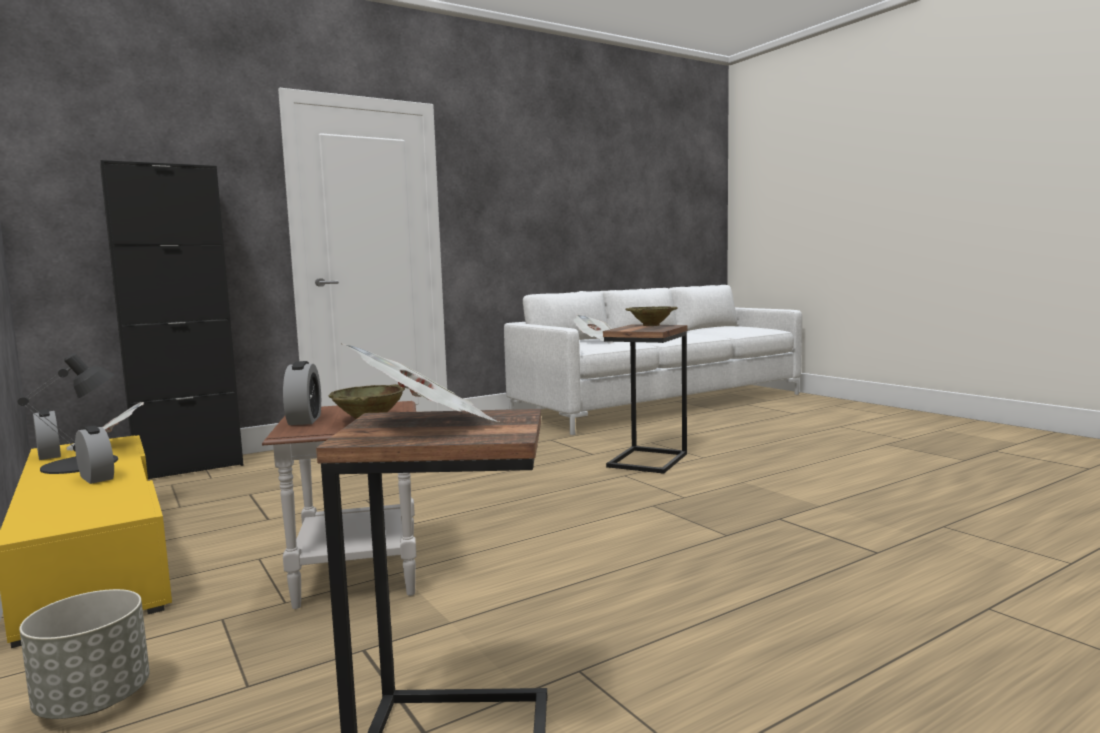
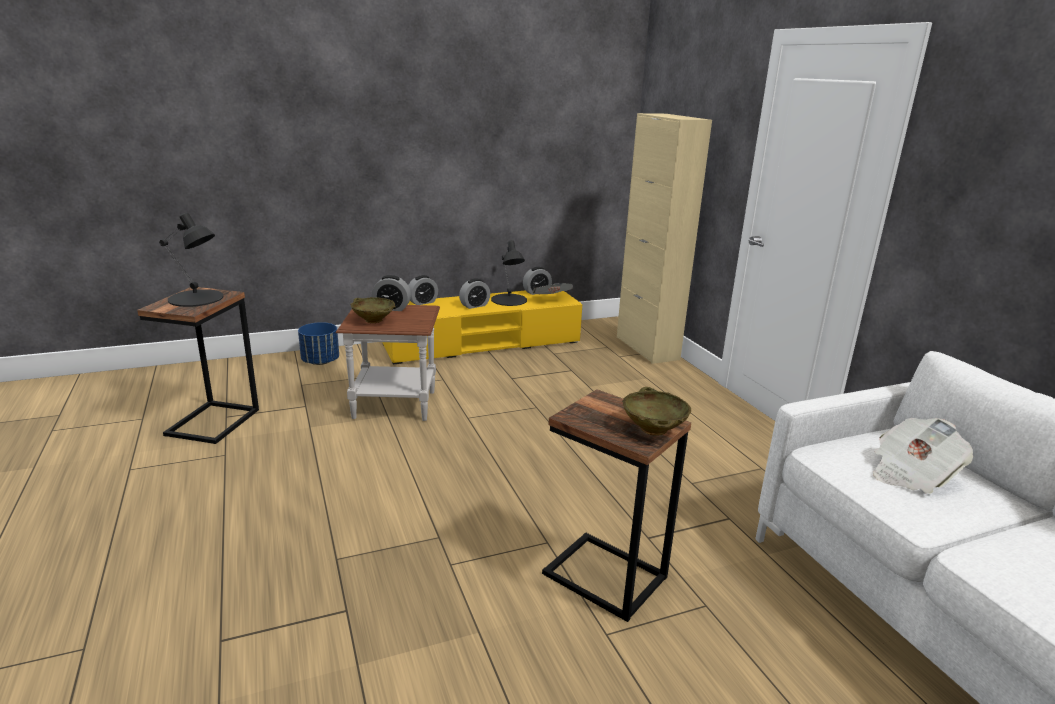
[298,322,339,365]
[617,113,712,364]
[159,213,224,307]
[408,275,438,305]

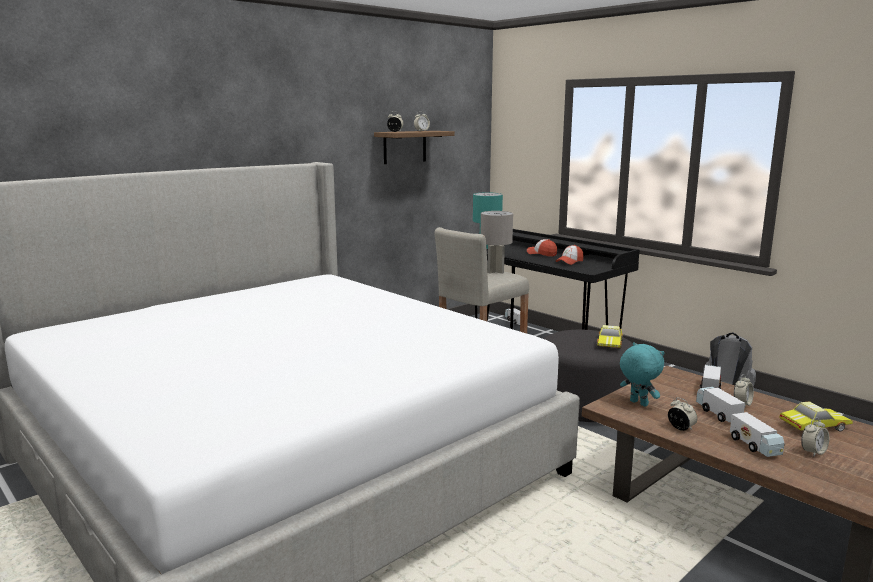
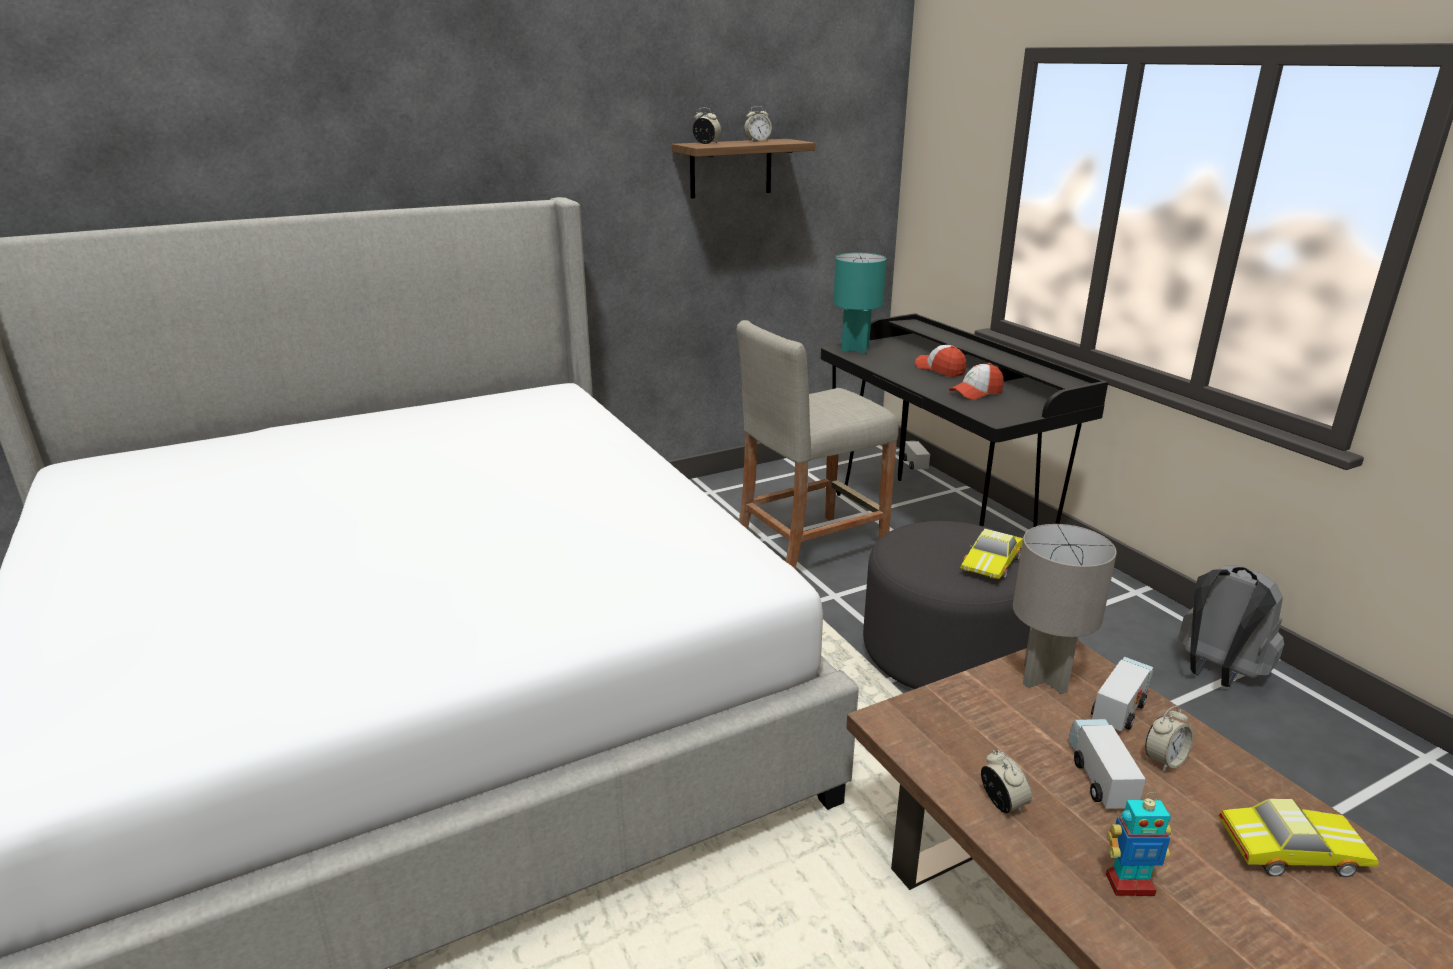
[1013,524,1117,694]
[620,342,665,407] (first image)
[1106,792,1171,896]
[801,417,829,457] (first image)

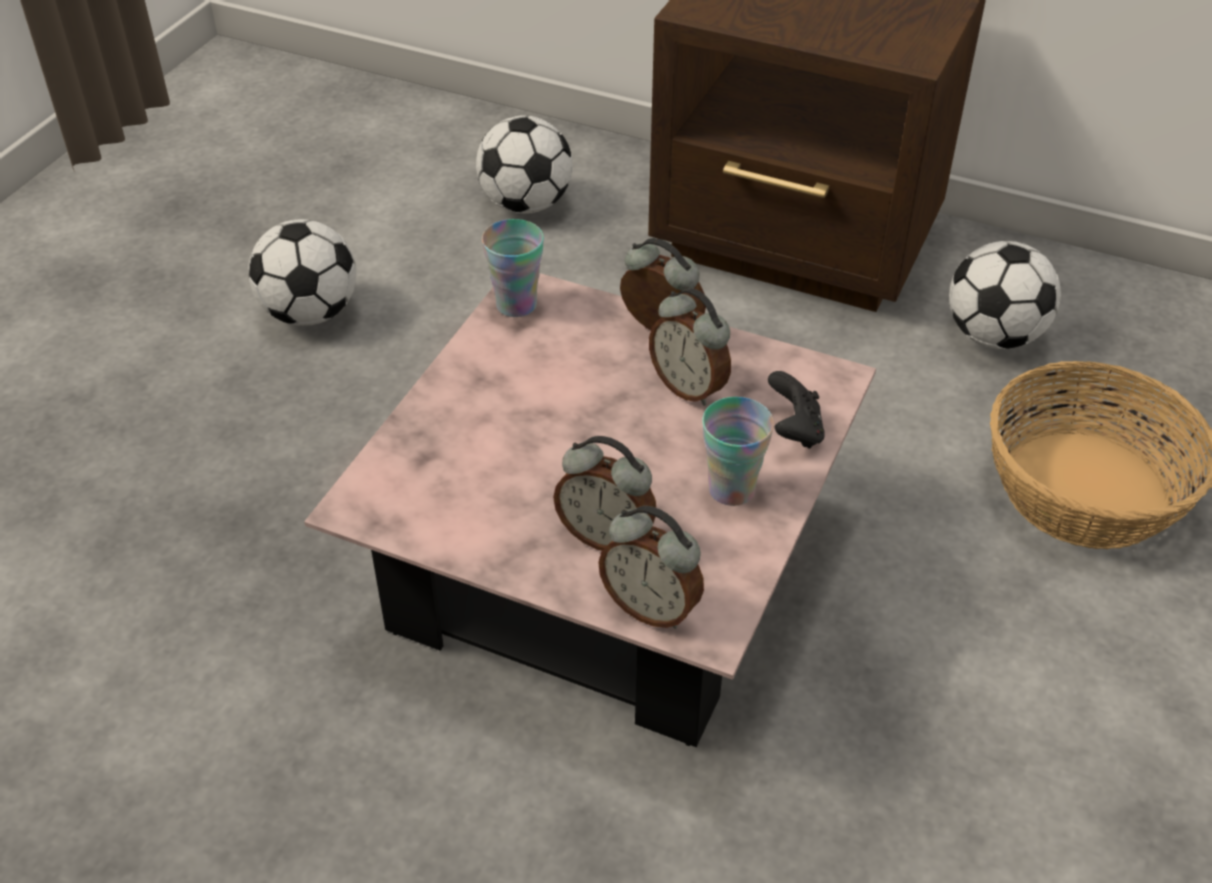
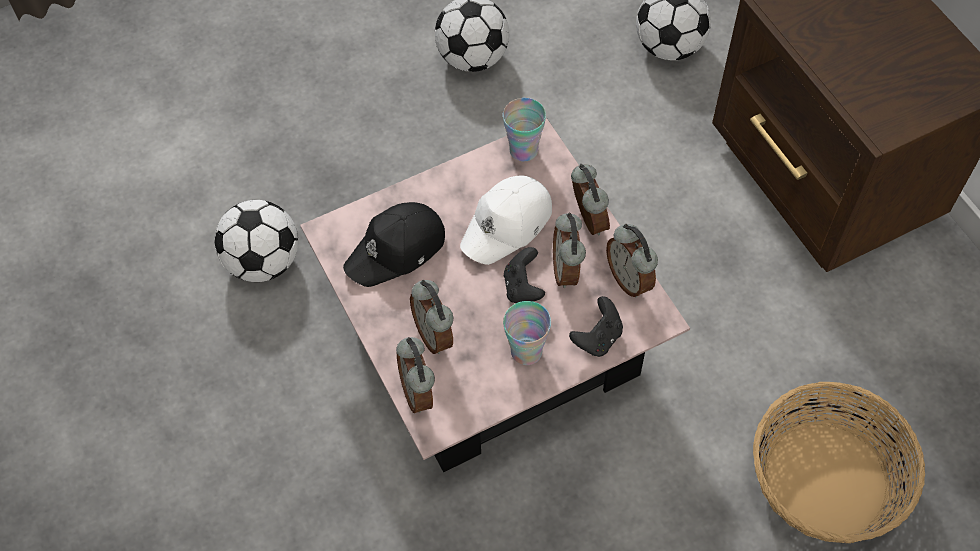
[214,200,298,282]
[343,202,445,287]
[460,176,552,265]
[504,247,545,303]
[606,224,658,297]

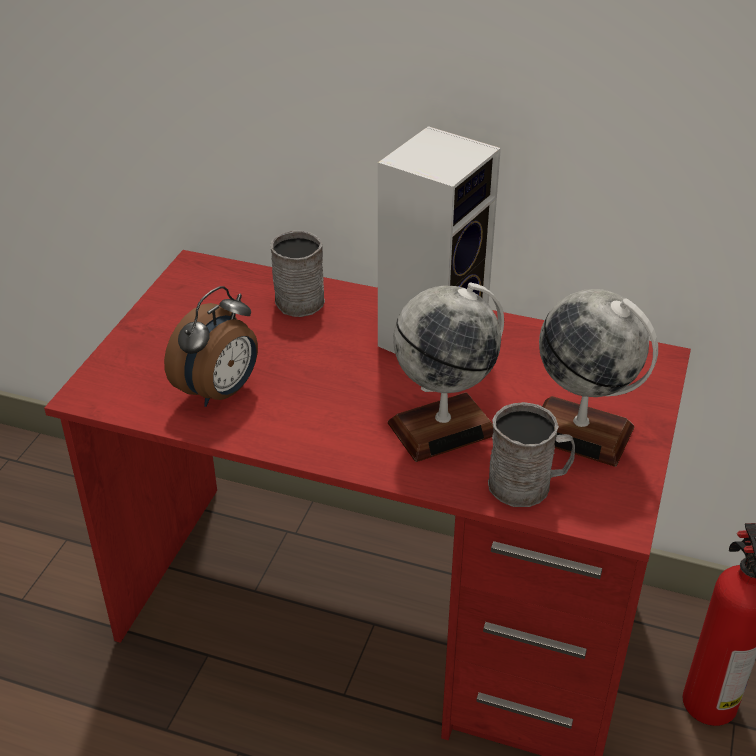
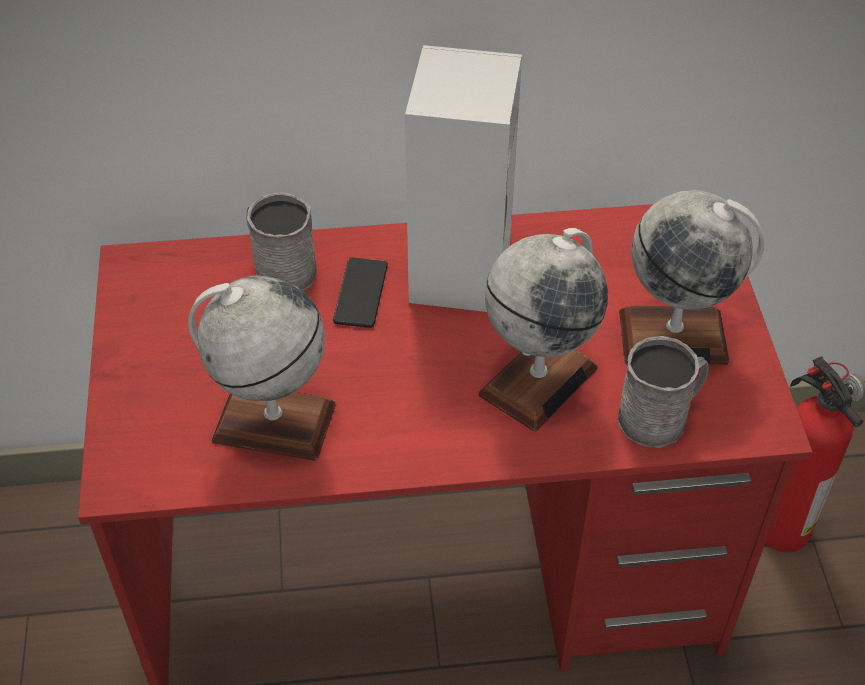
[188,275,336,461]
[333,258,388,328]

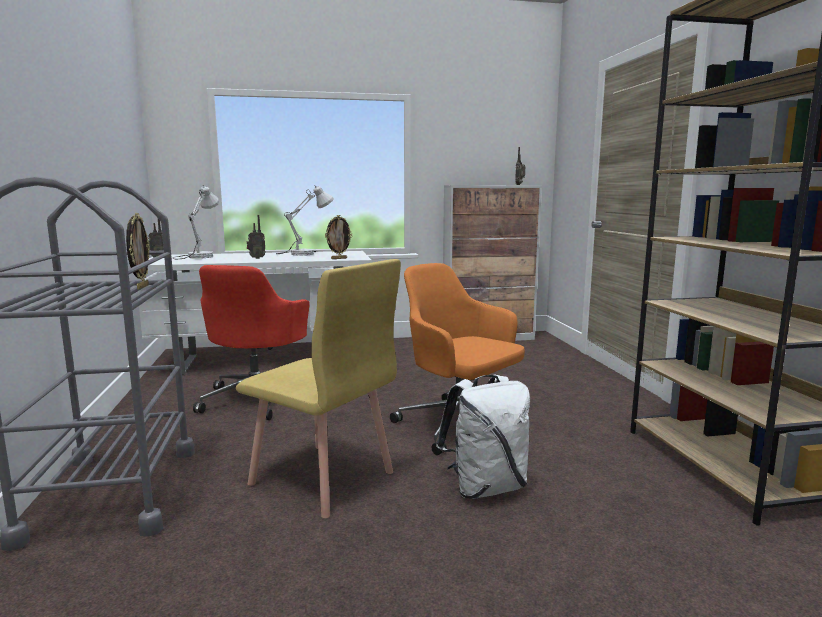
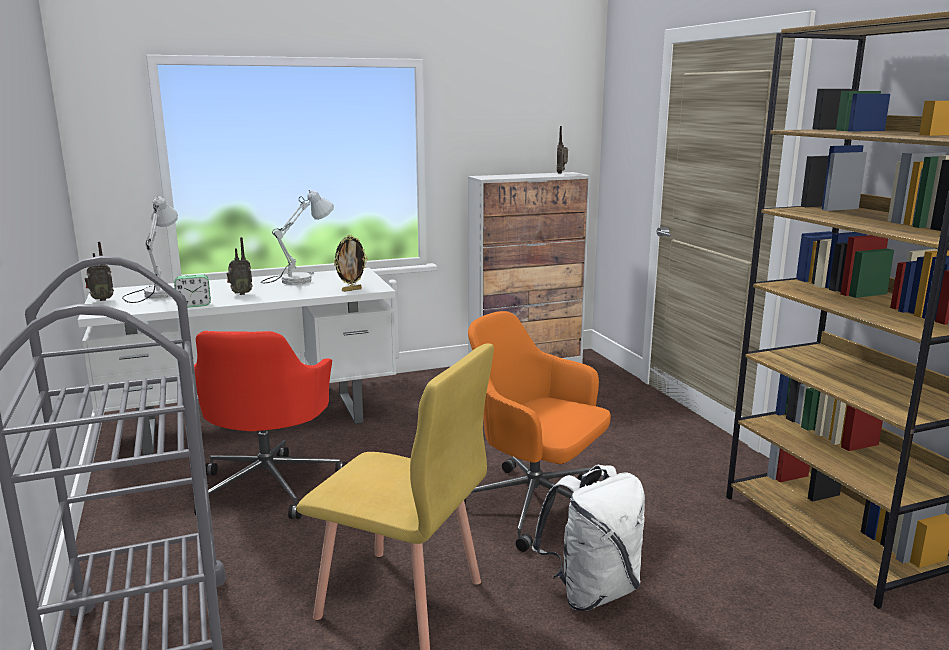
[126,213,150,289] (first image)
[174,274,211,308]

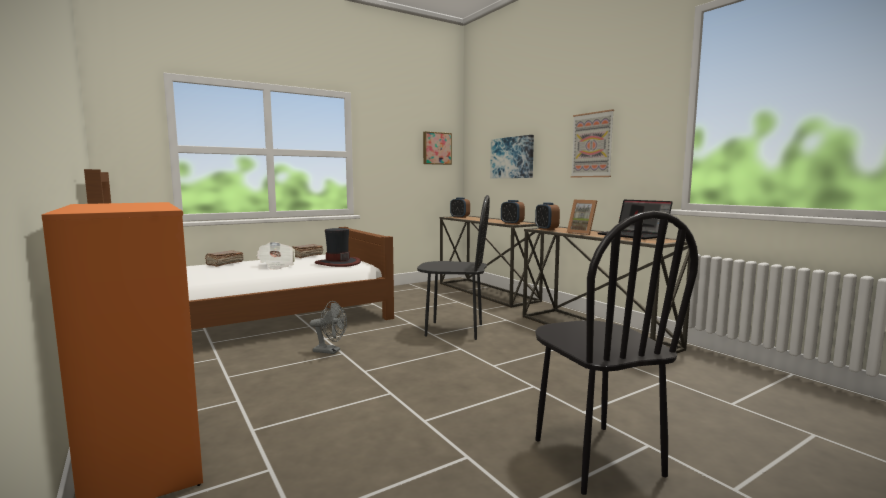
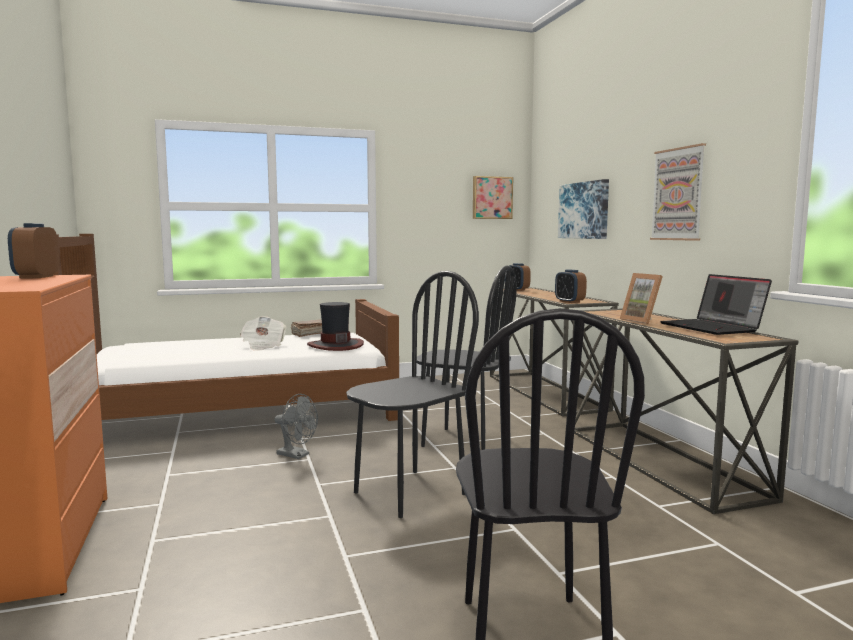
[205,250,243,267] (first image)
[8,223,60,278]
[346,271,479,518]

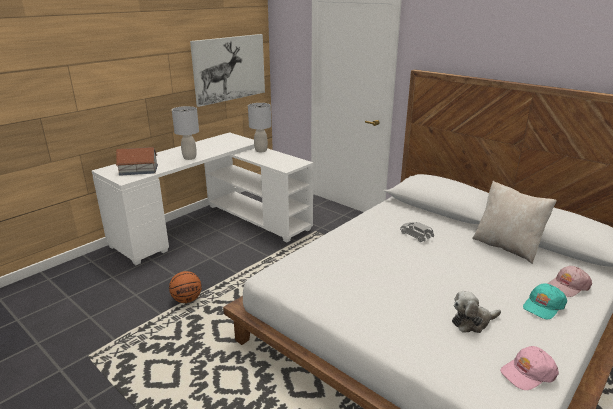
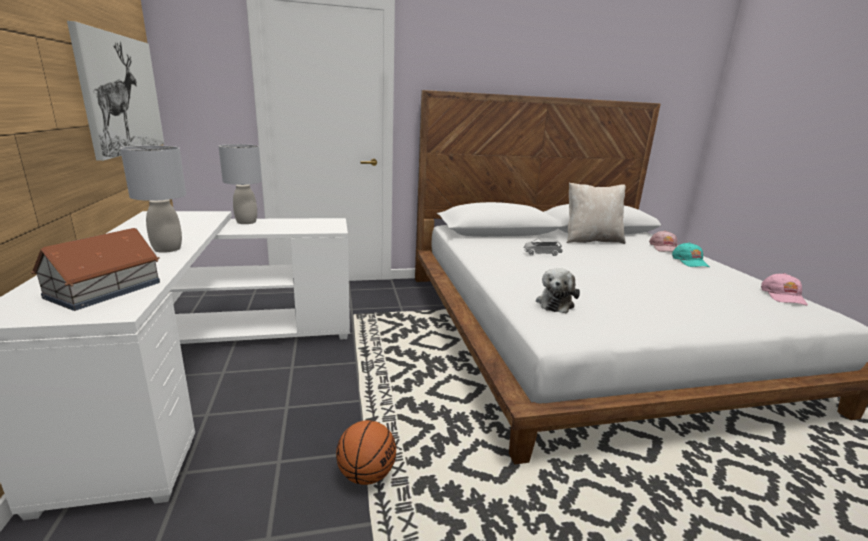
[536,268,580,313]

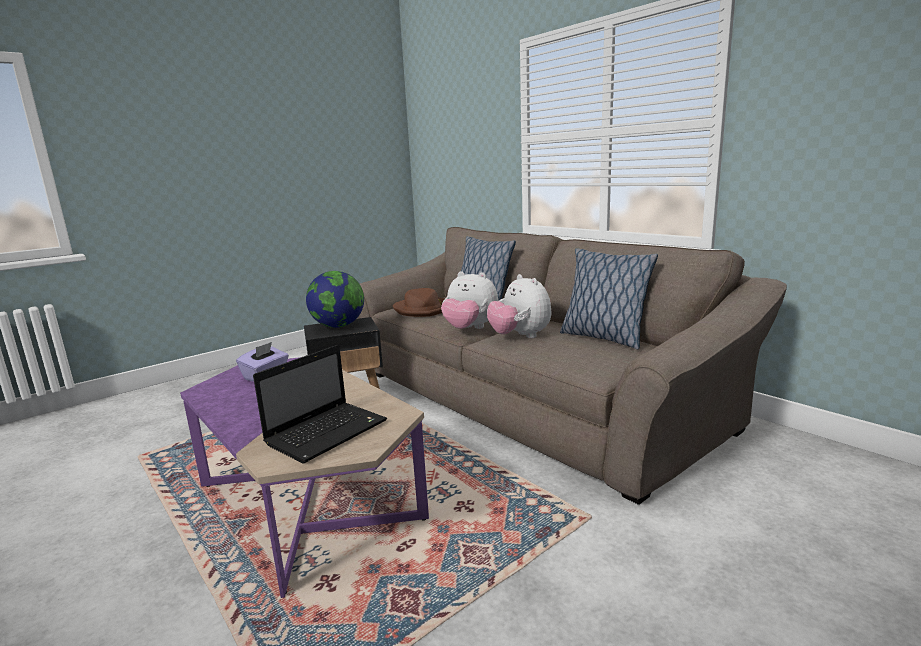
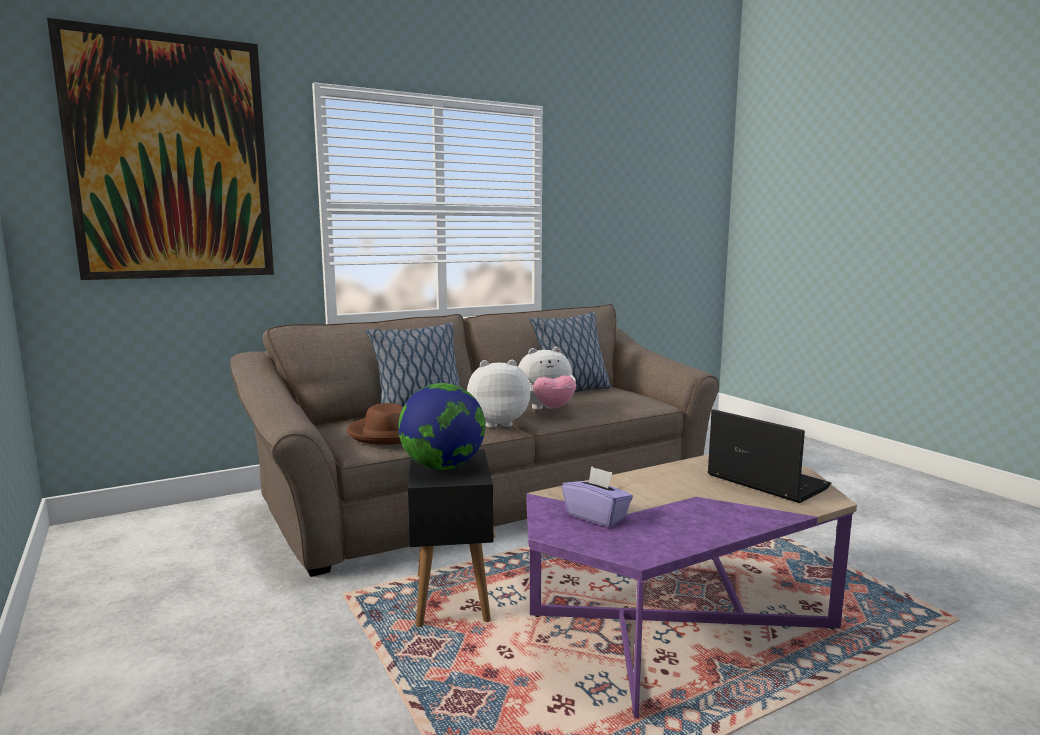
[467,360,530,428]
[47,18,274,280]

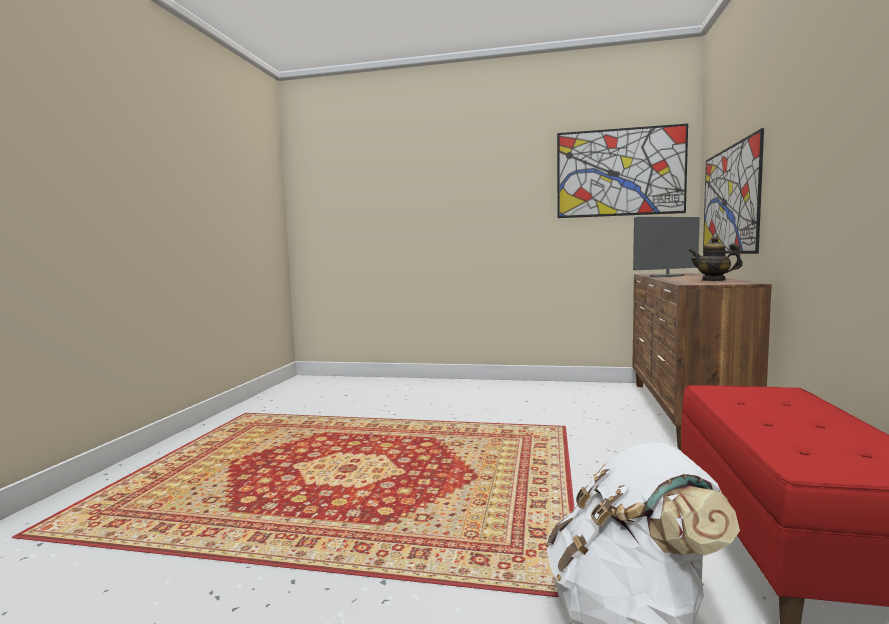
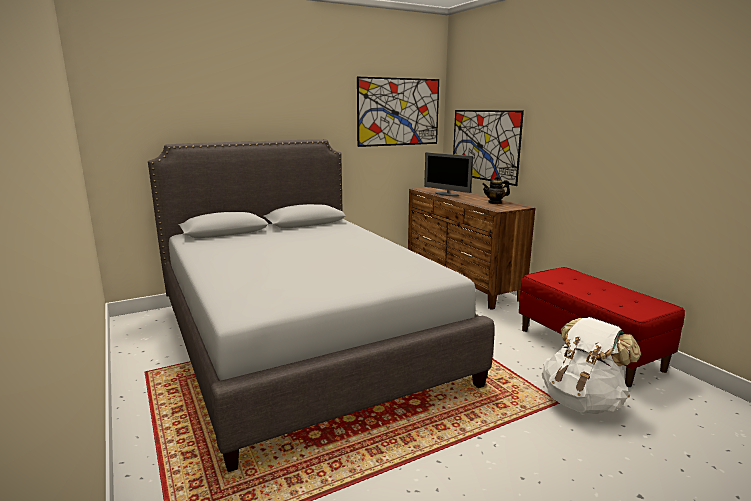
[424,152,473,196]
[148,139,495,472]

